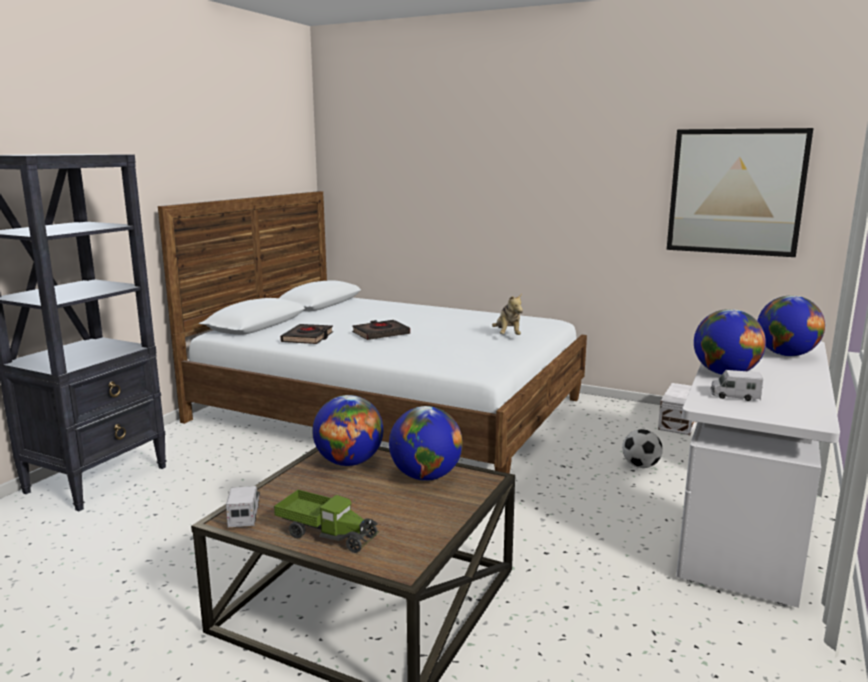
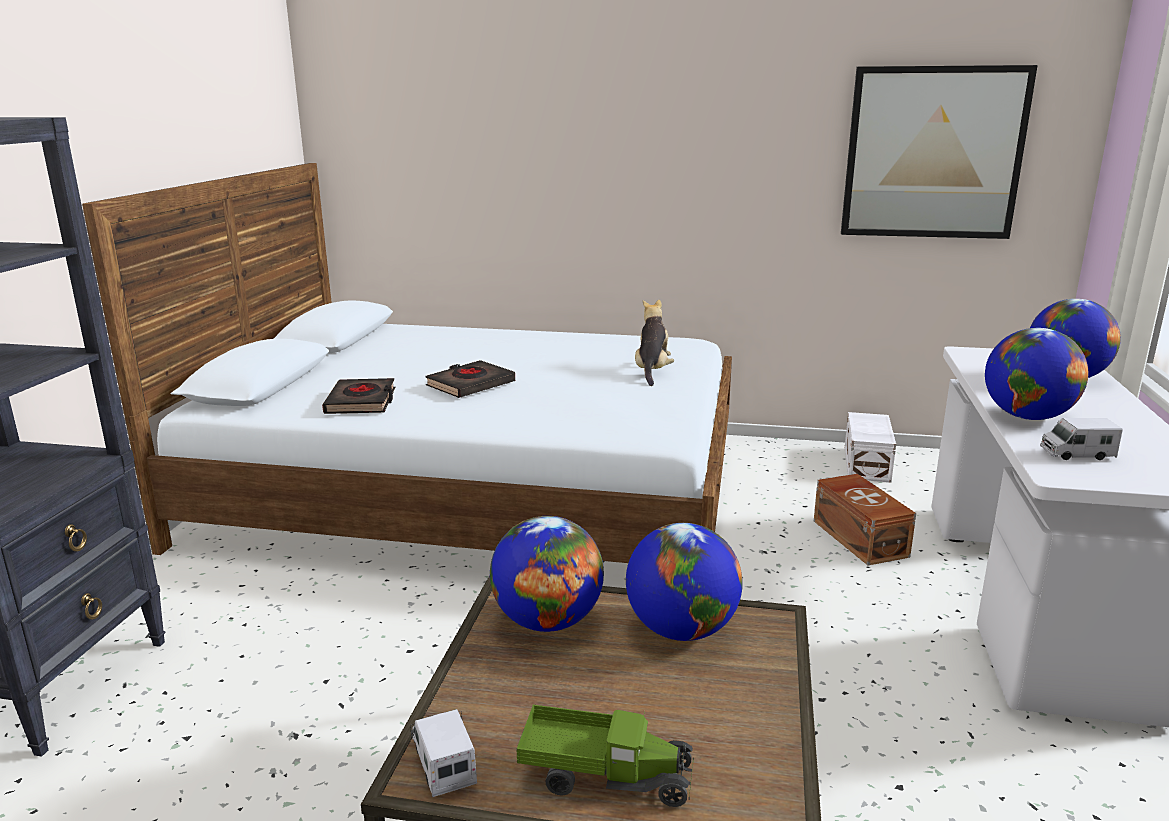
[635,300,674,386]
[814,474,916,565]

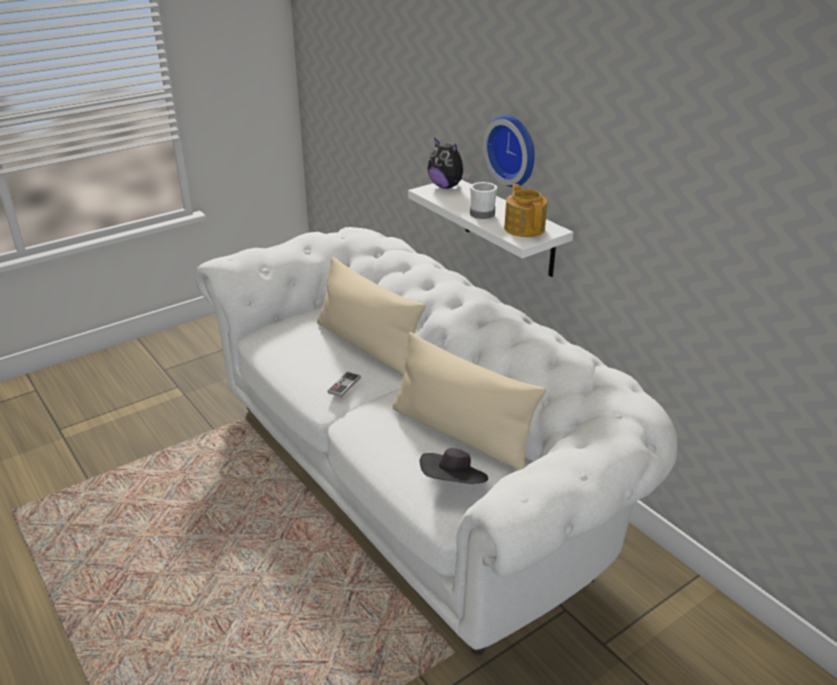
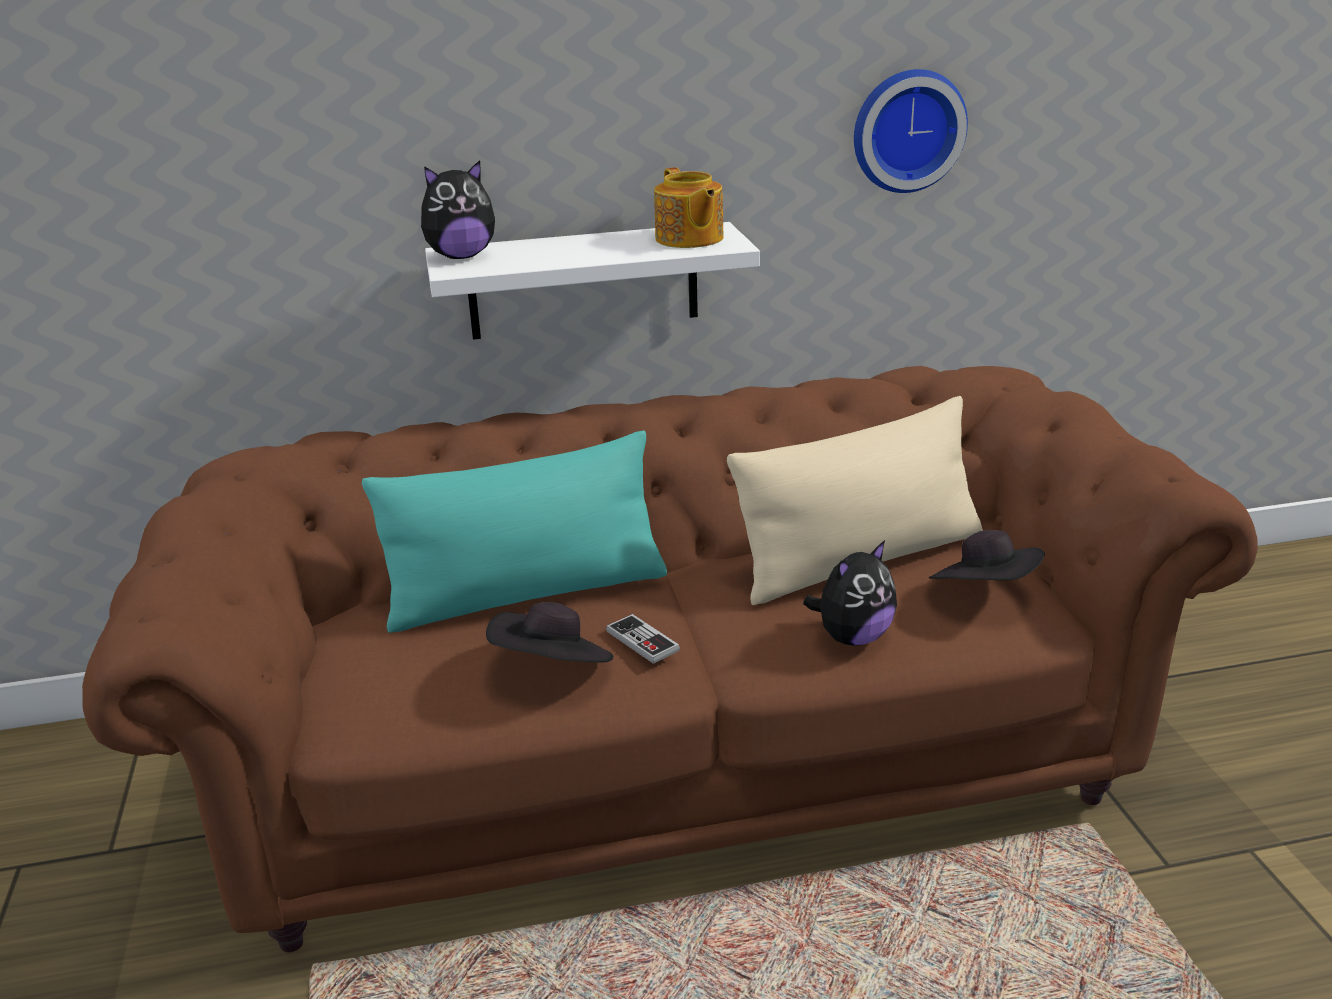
[82,366,1258,952]
[362,431,667,633]
[470,182,497,219] (first image)
[854,69,968,193]
[654,167,724,248]
[486,602,613,663]
[803,540,897,646]

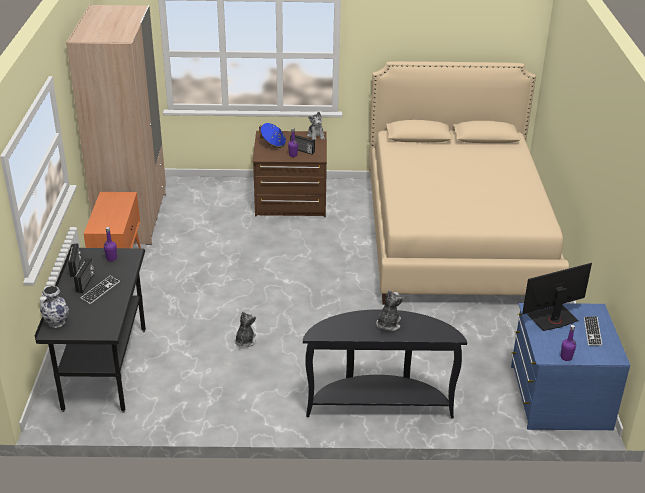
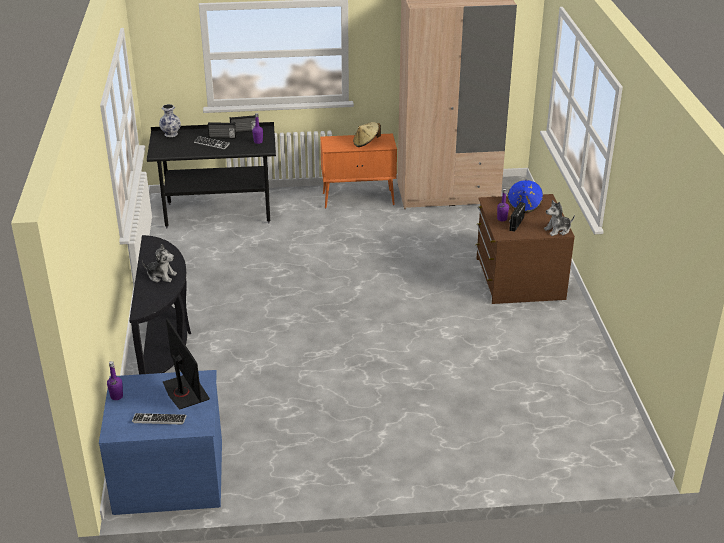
[235,311,256,347] (first image)
[369,61,569,305] (first image)
[353,122,381,147]

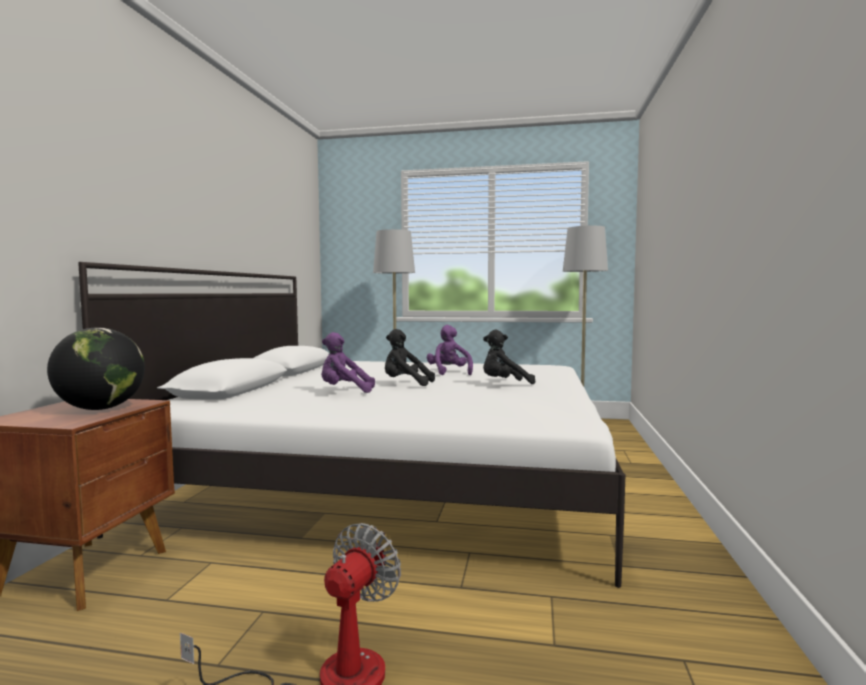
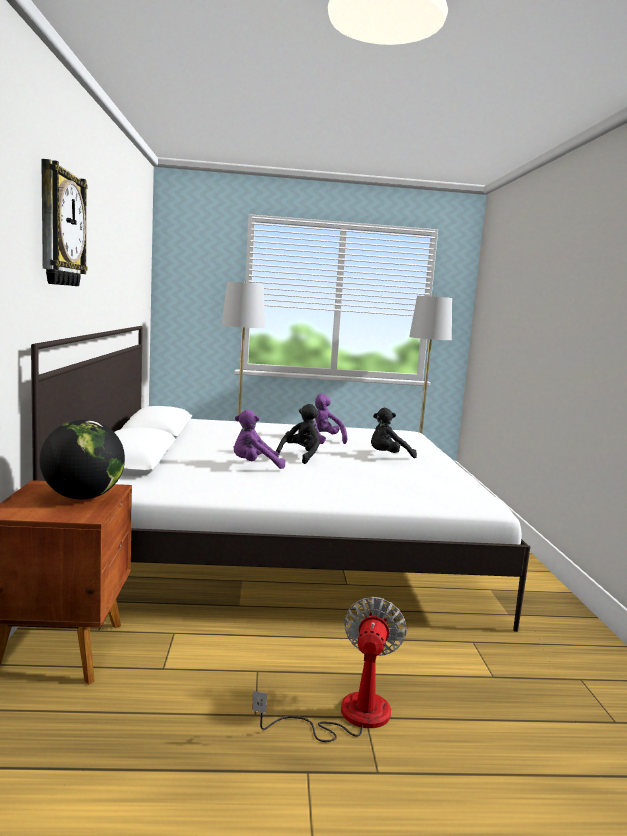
[276,404,320,464]
[41,159,88,286]

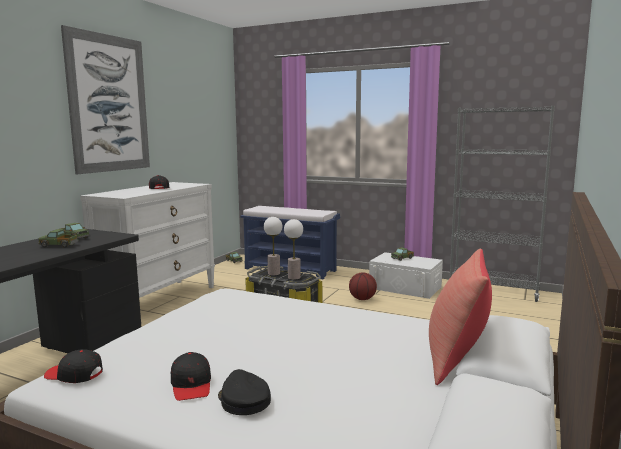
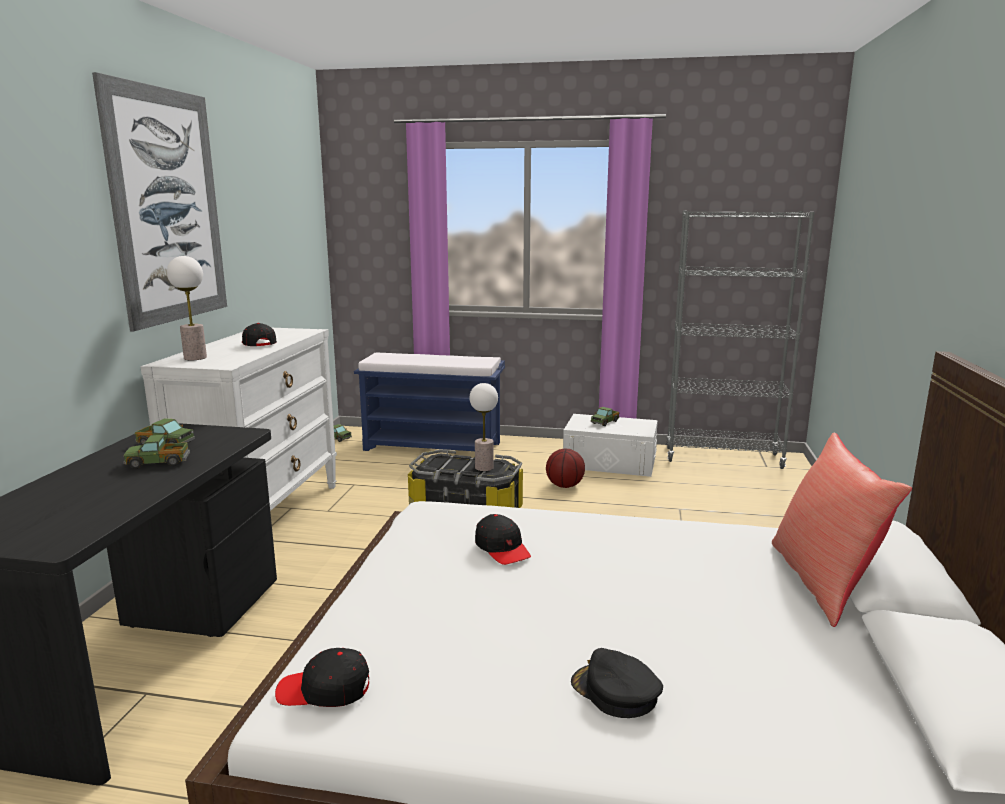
[475,514,531,565]
[167,256,207,360]

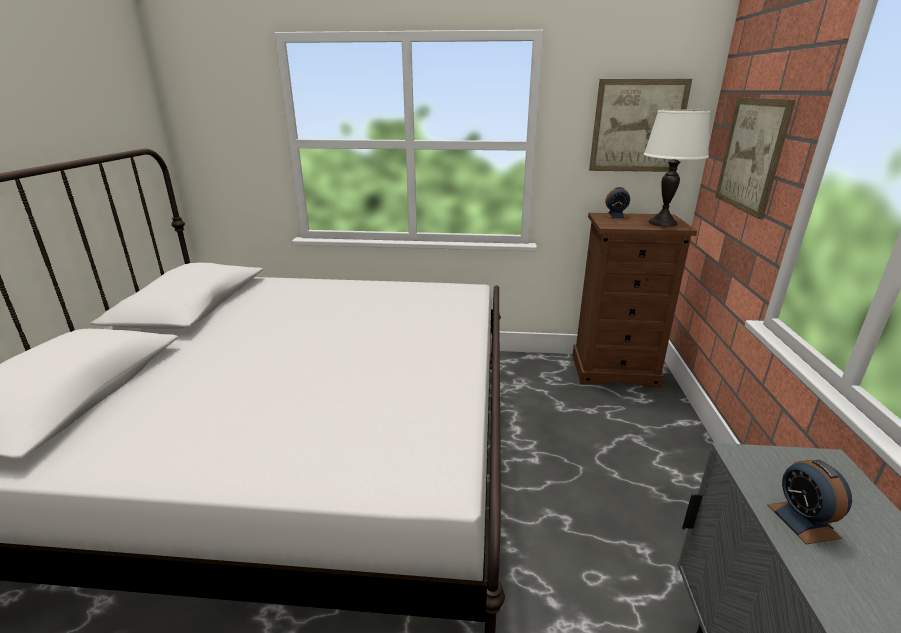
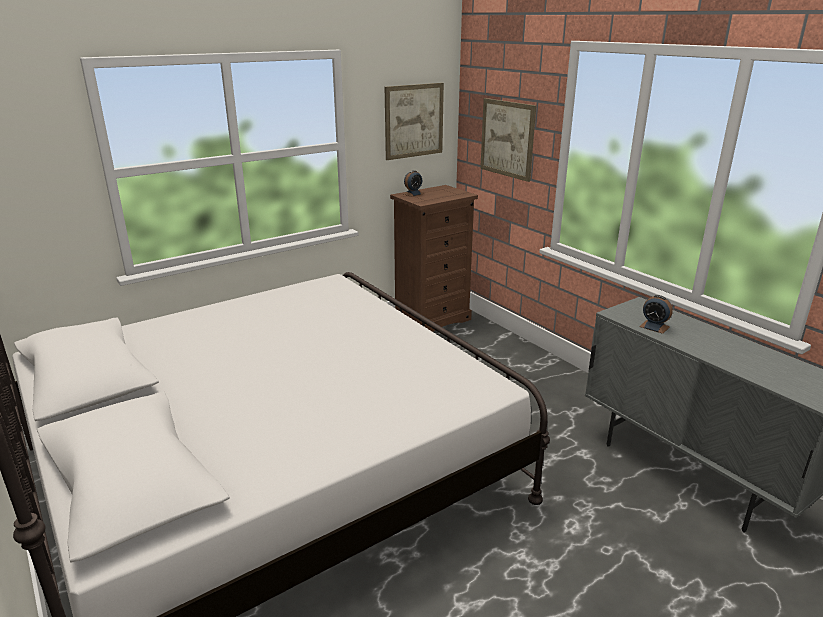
[643,109,710,227] (first image)

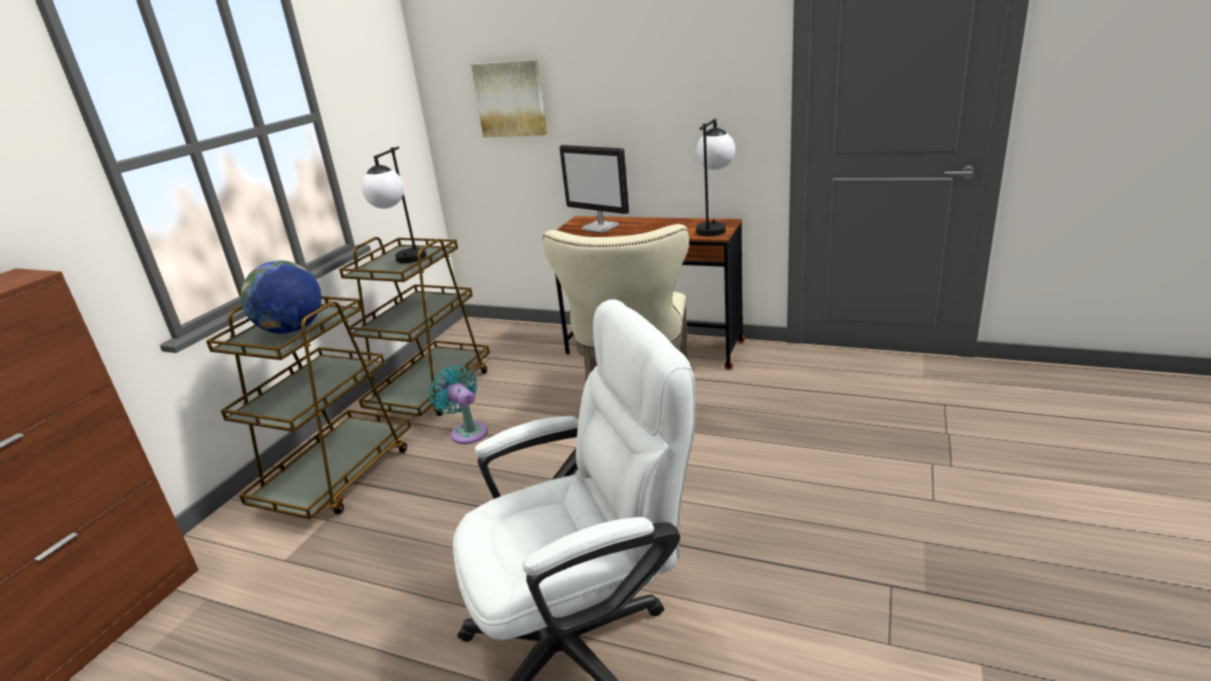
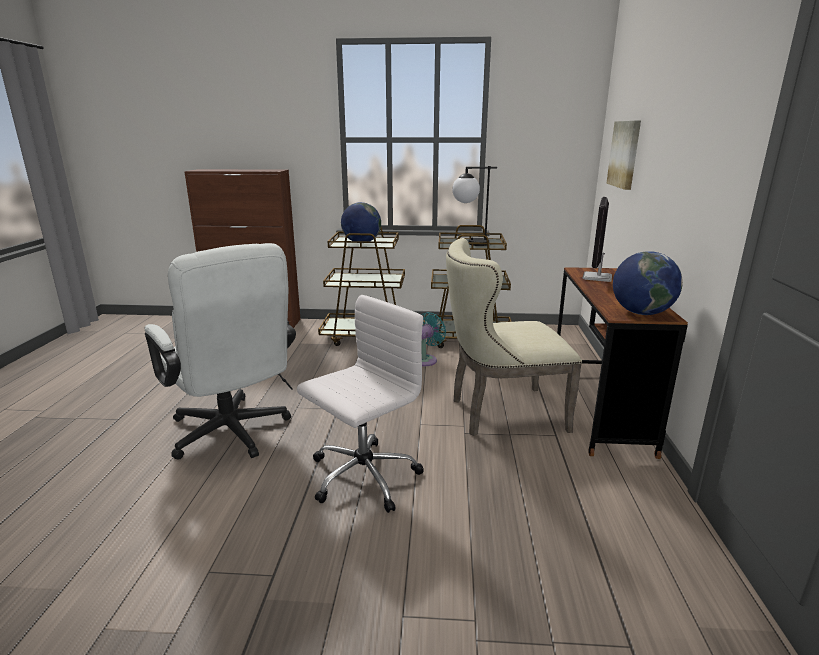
[613,251,683,315]
[297,295,424,513]

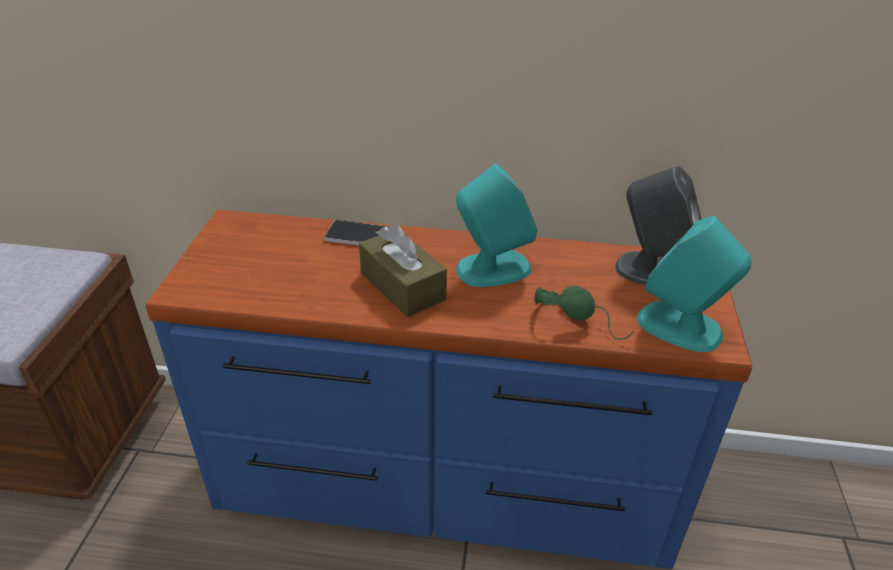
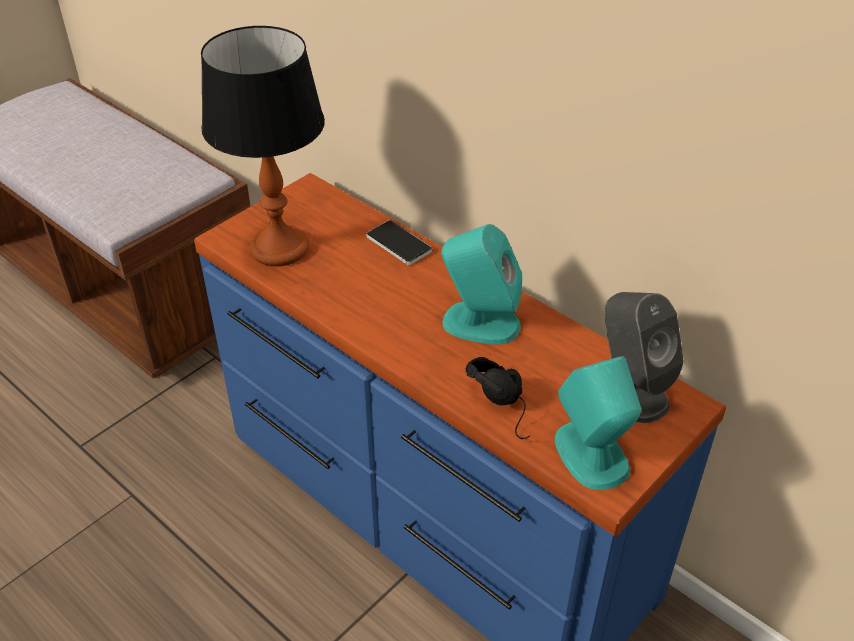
[359,224,447,317] (first image)
[466,357,530,439]
[201,26,325,266]

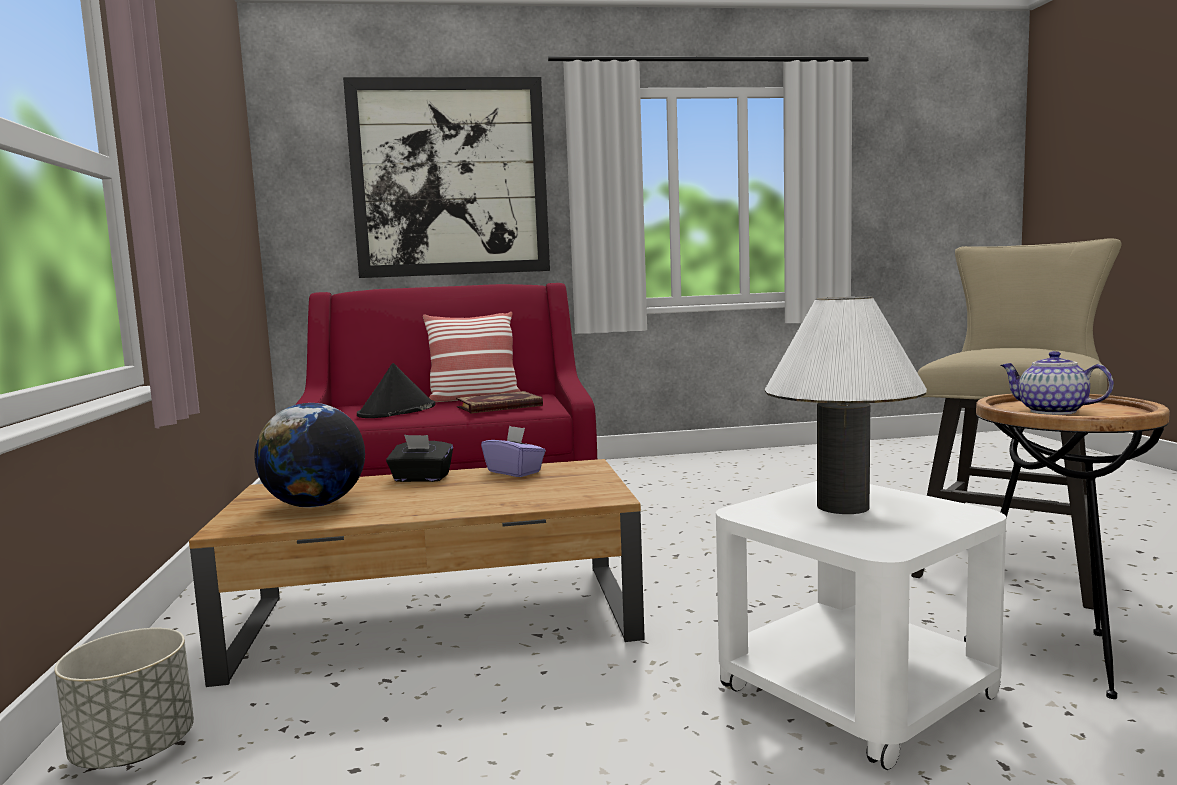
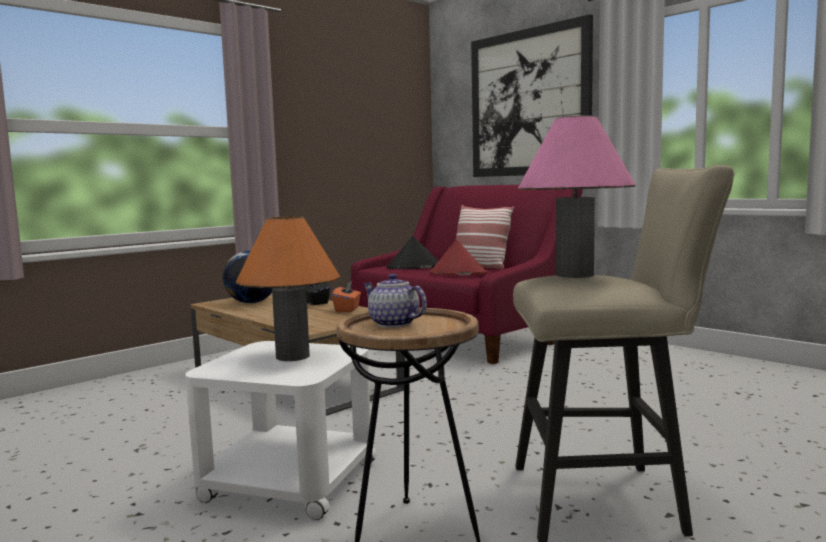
[54,628,194,769] (first image)
[430,240,488,276]
[332,281,361,312]
[236,216,340,361]
[363,274,427,328]
[518,115,636,278]

